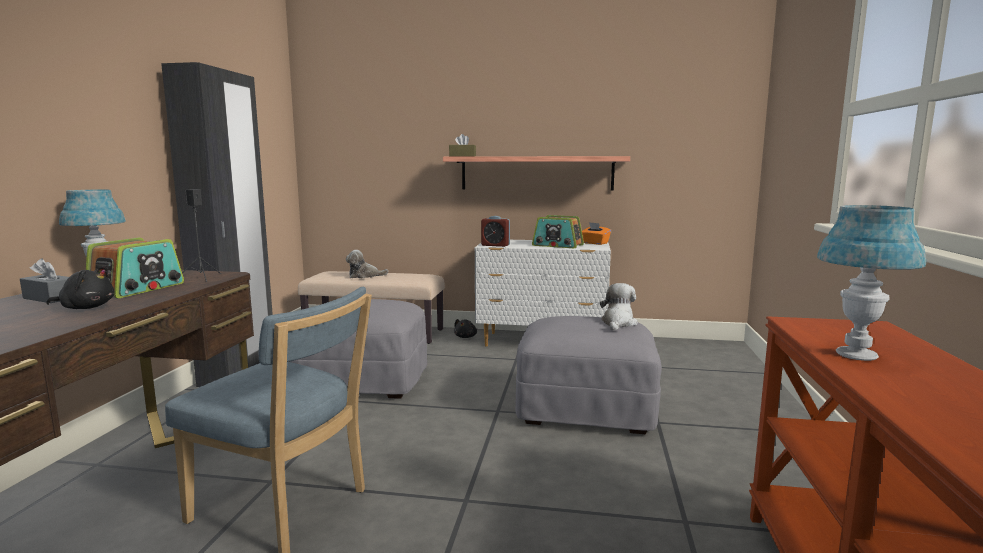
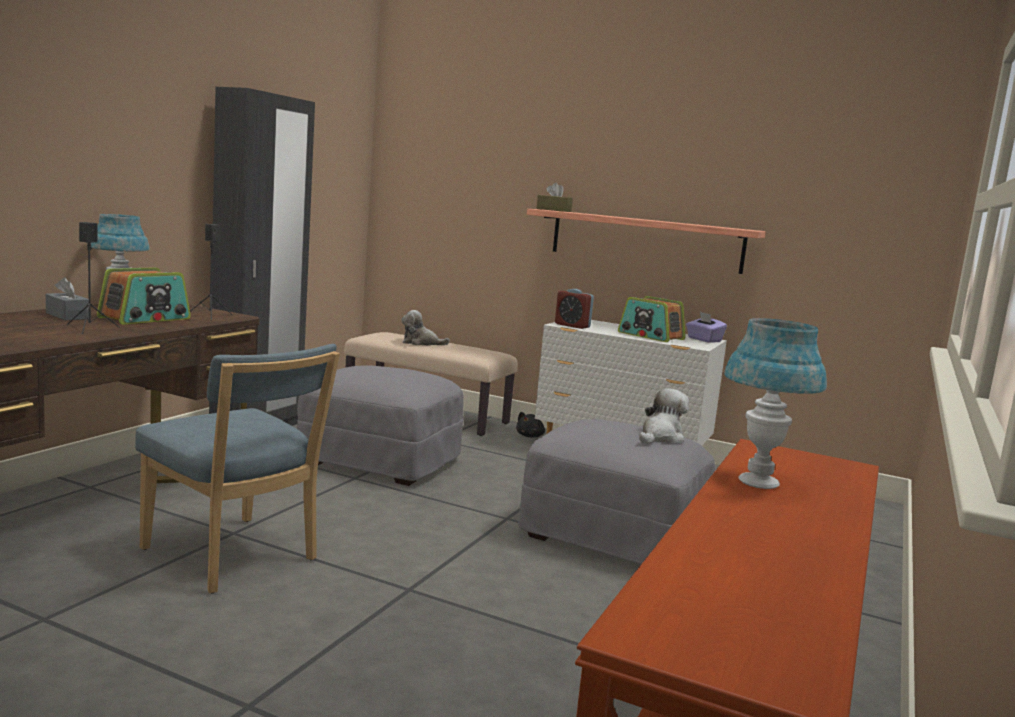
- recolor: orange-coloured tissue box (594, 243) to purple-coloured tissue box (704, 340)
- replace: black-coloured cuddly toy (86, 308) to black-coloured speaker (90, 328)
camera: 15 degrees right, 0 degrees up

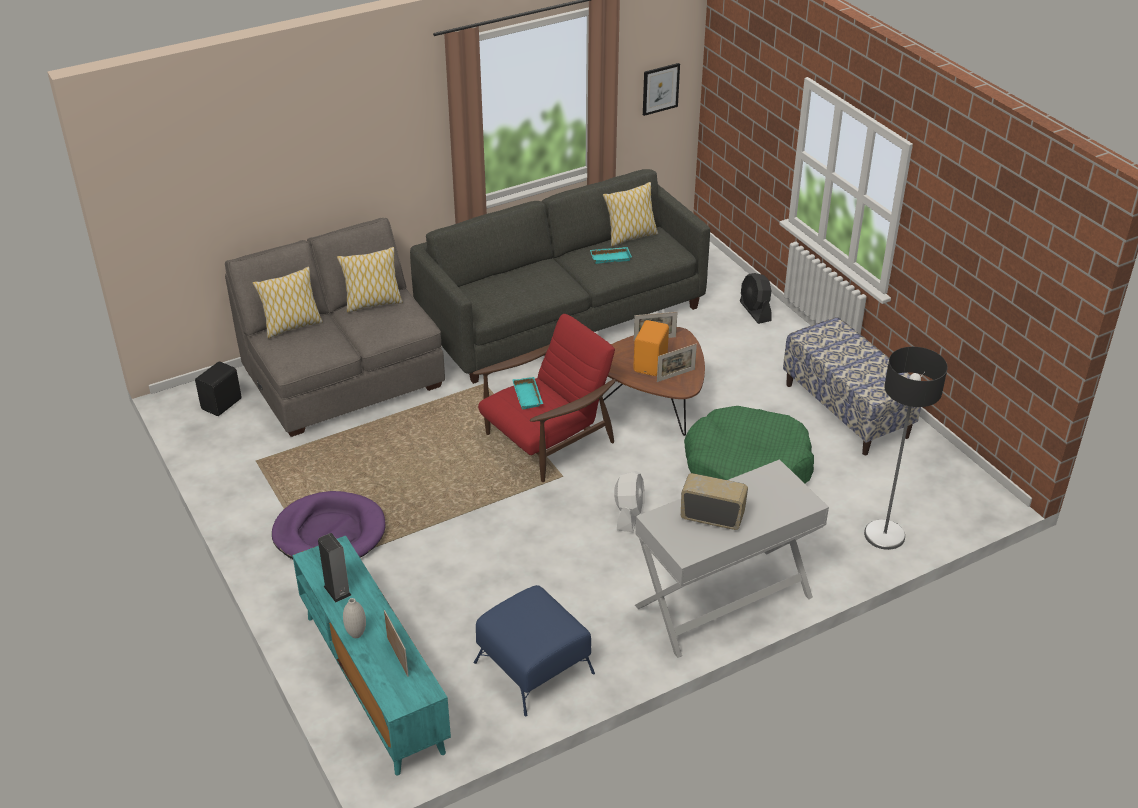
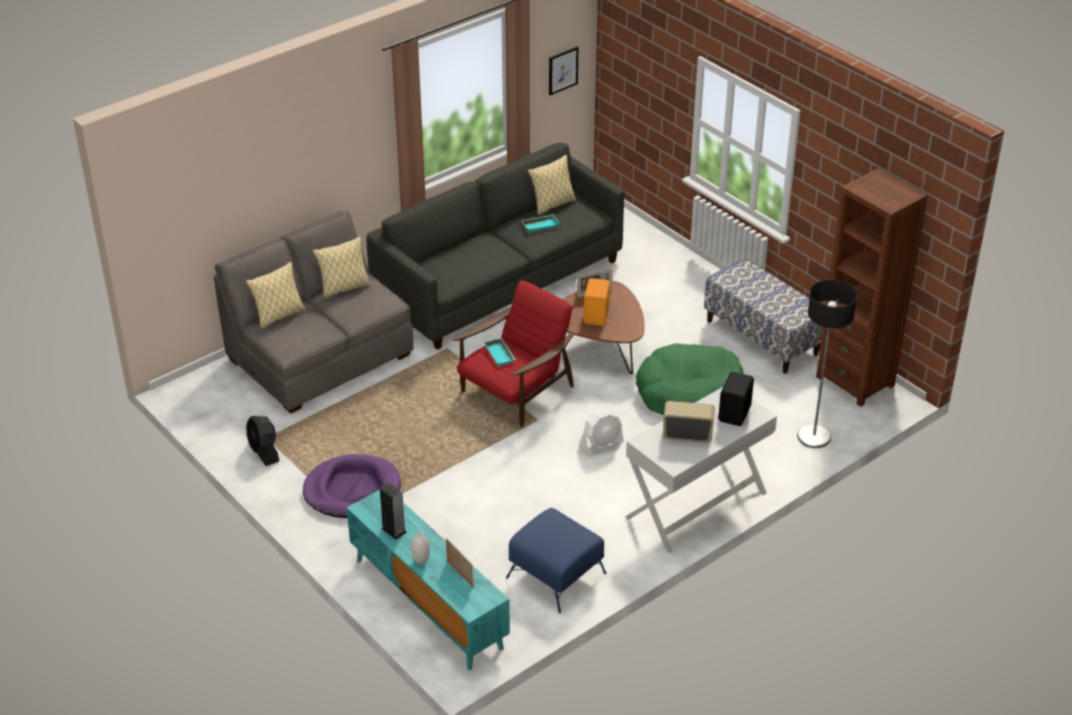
- move: black-coloured fan (755, 311) to (264, 452)
- delete: standing frame (675, 375)
- move: black-coloured speaker (223, 404) to (735, 414)
- rotate: whitish fan (628, 514) = (601, 445) 60 degrees clockwise
- insert: brown-coloured shelving unit (855, 381)
camera: 10 degrees left, 0 degrees up

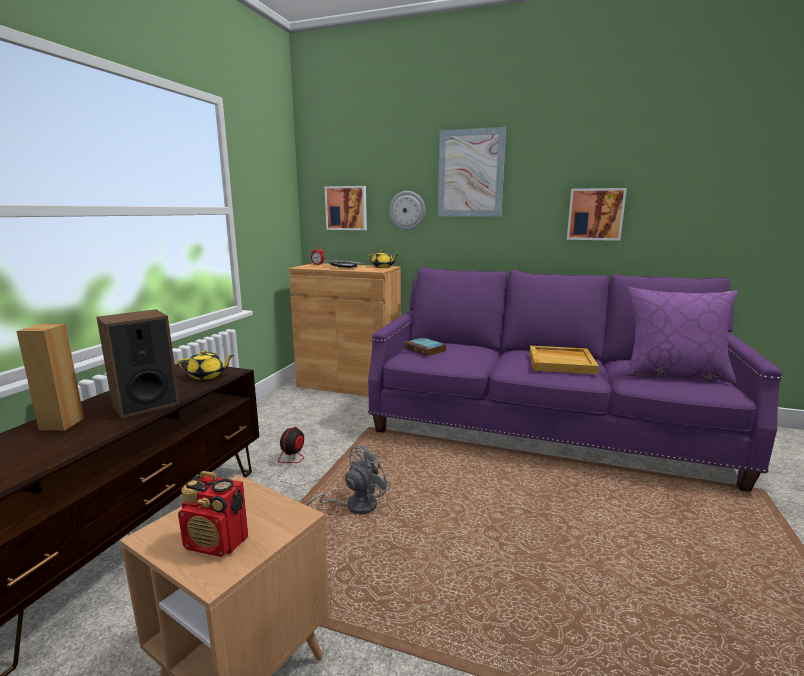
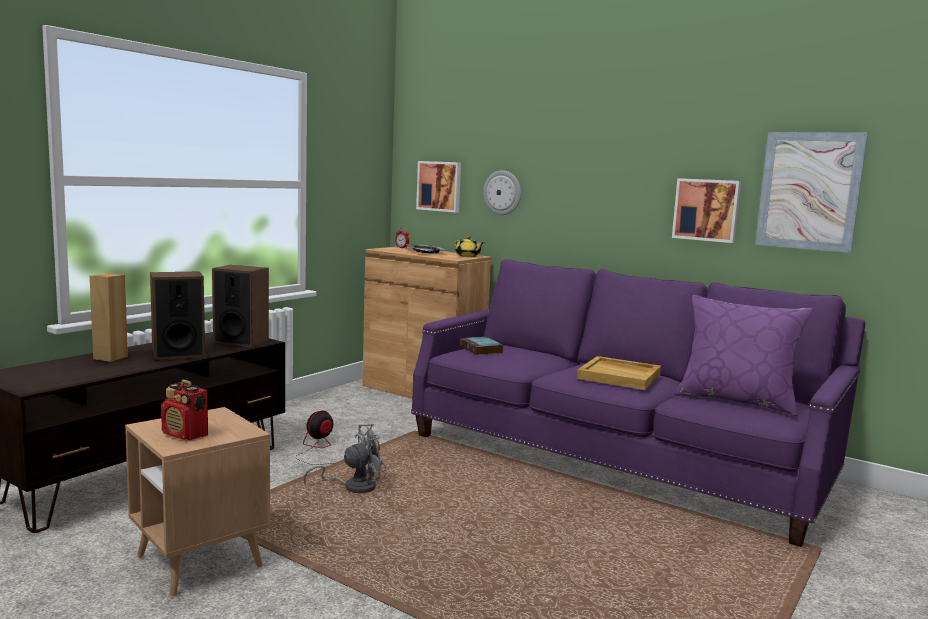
- move: wall picture (470, 173) to (809, 191)
- replace: yellow-coloured teapot (207, 376) to speaker (241, 341)
camera: 15 degrees right, 5 degrees down

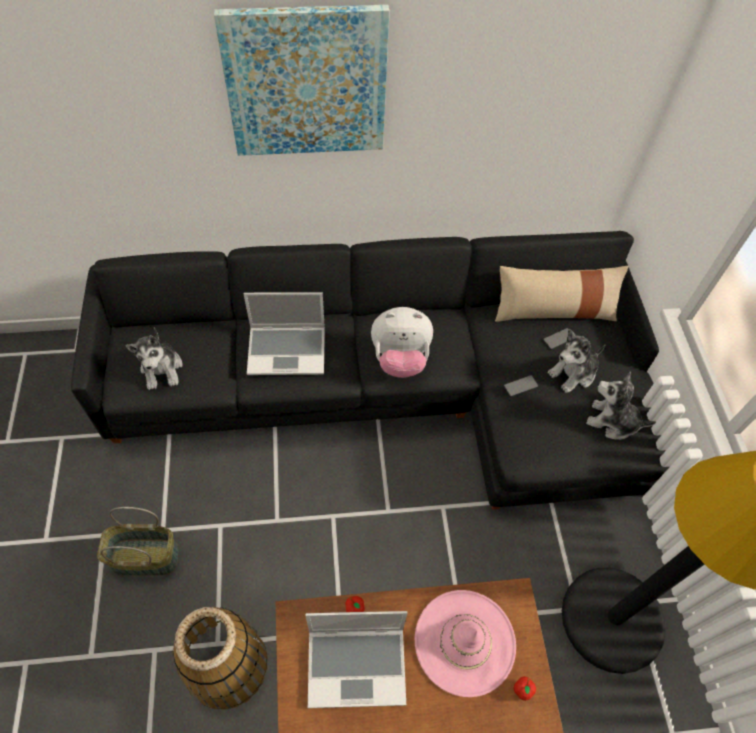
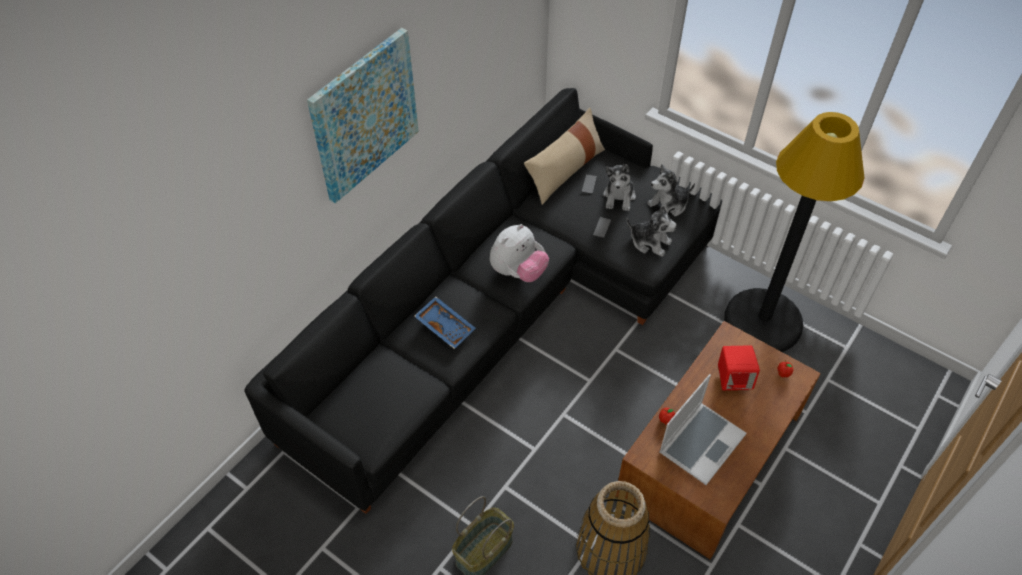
- replace: portable computer (288, 350) to bluish serving tray (446, 326)
- move: cuddly toy (162, 368) to (650, 242)
- replace: pink-coloured wearable hat (464, 641) to red-coloured speaker (733, 379)
camera: 45 degrees left, 5 degrees down

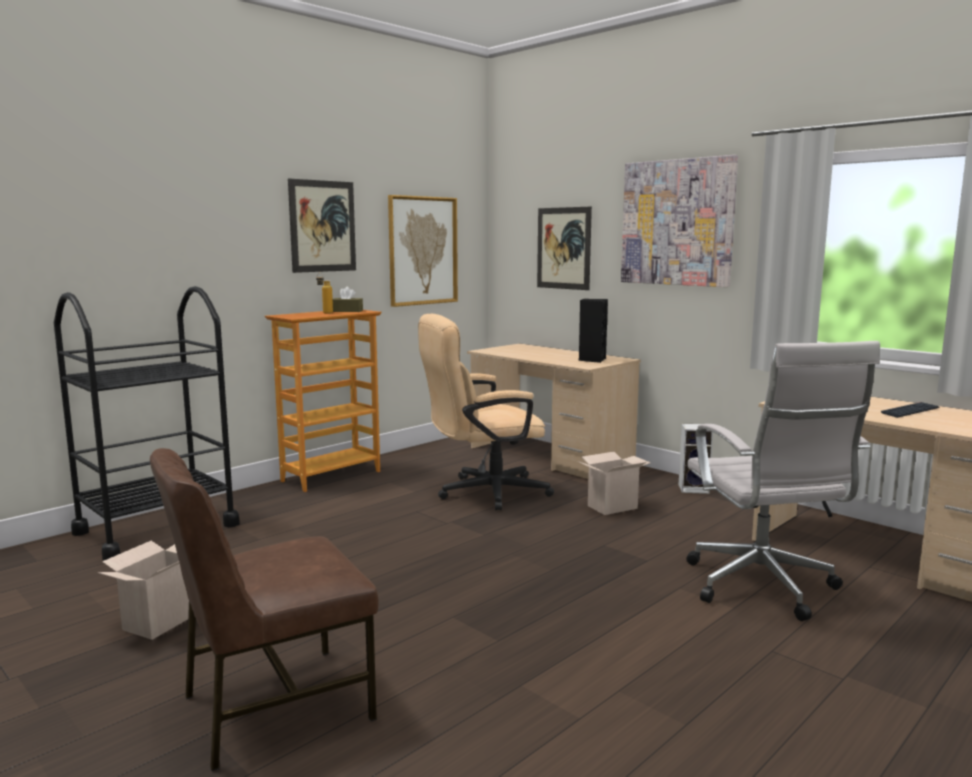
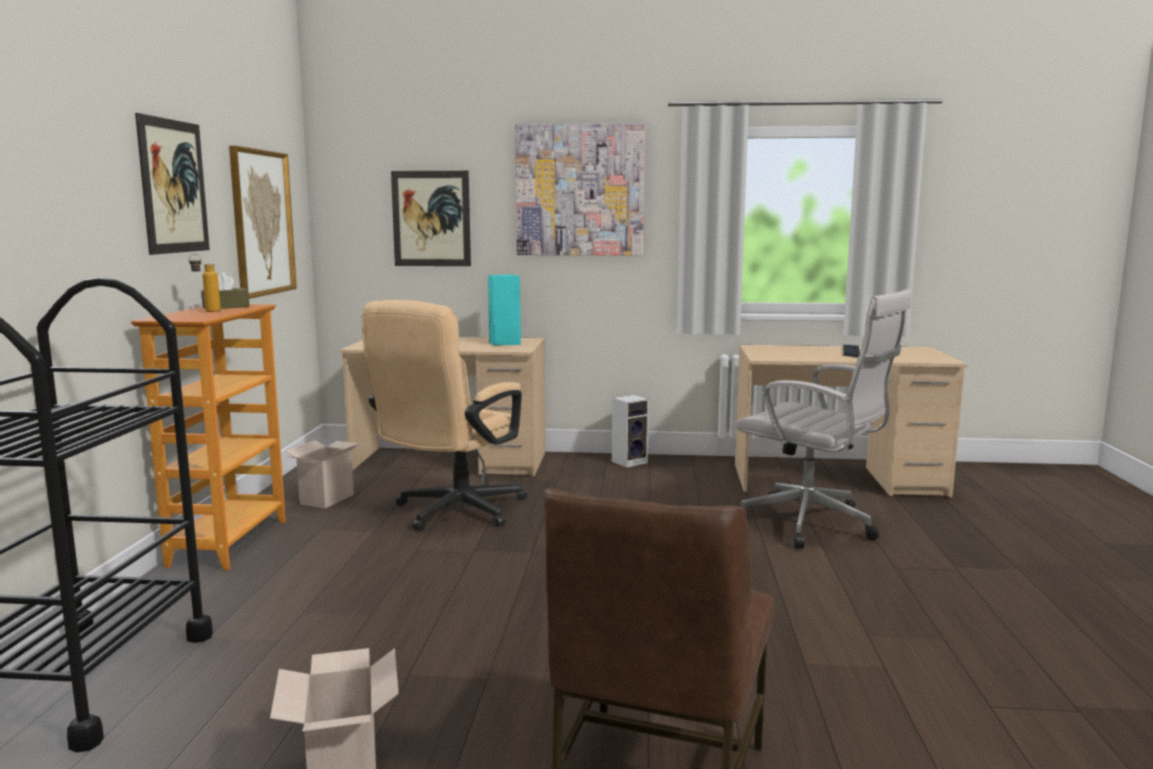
- recolor: black-coloured speaker (592, 360) to turquoise-coloured speaker (504, 343)
- move: packing box (612, 506) to (327, 498)
camera: 40 degrees left, 0 degrees up

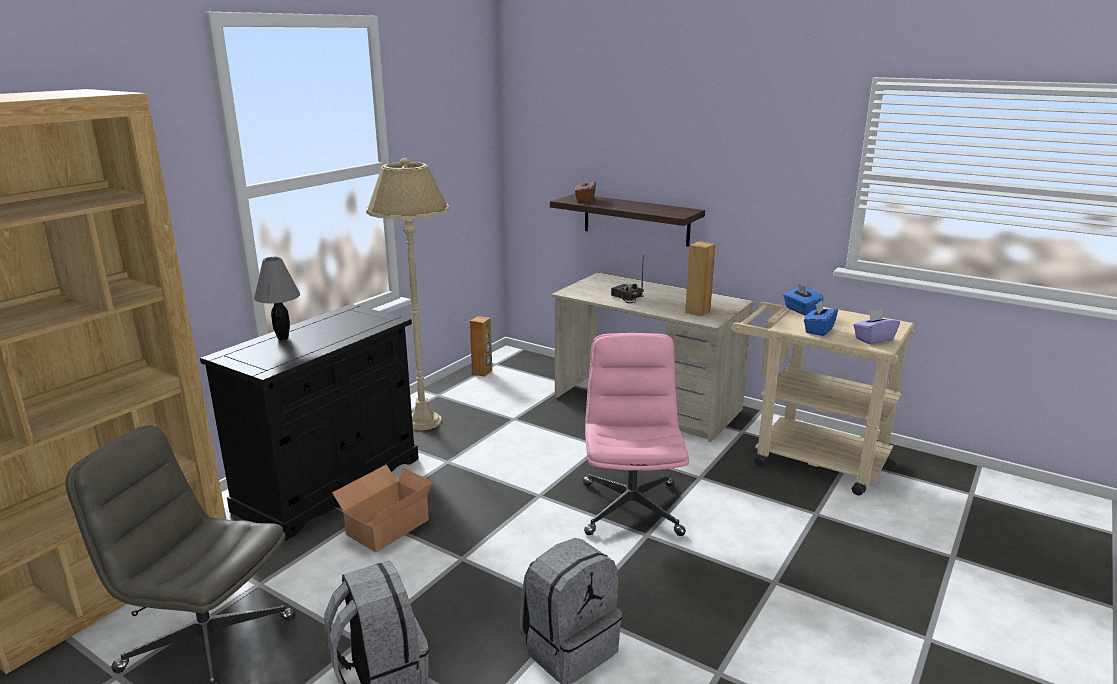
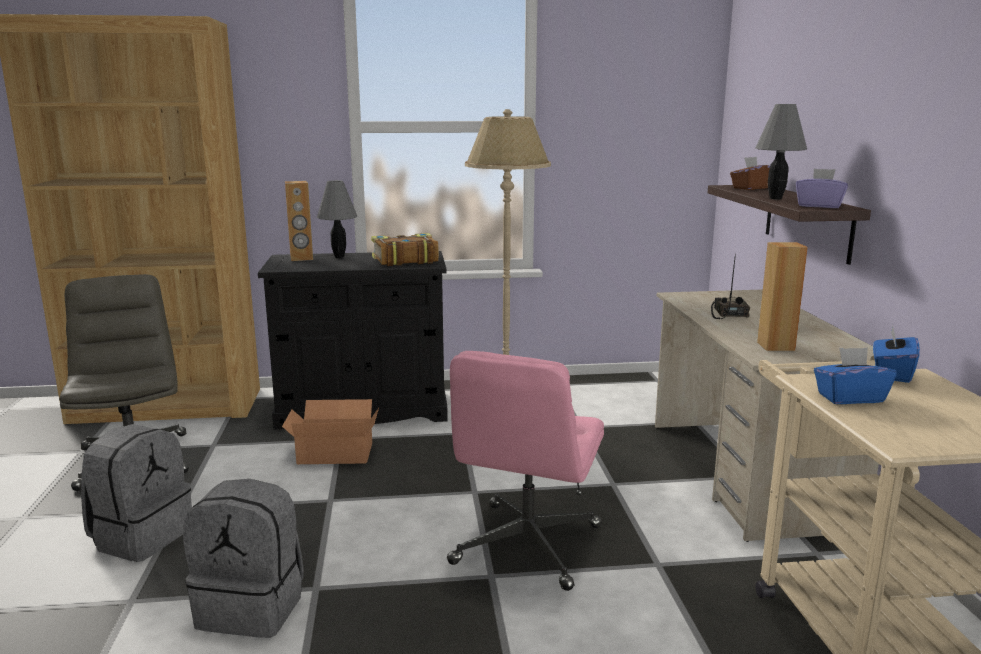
- move: purple-coloured tissue box (873, 339) to (819, 206)
- move: brown-coloured speaker (482, 372) to (301, 258)
- rotate: pink-coloured office chair (630, 507) = (527, 546) 150 degrees clockwise
- insert: grey tabletop lamp (776, 198)
- insert: bound book (404, 260)
camera: 50 degrees right, 5 degrees down

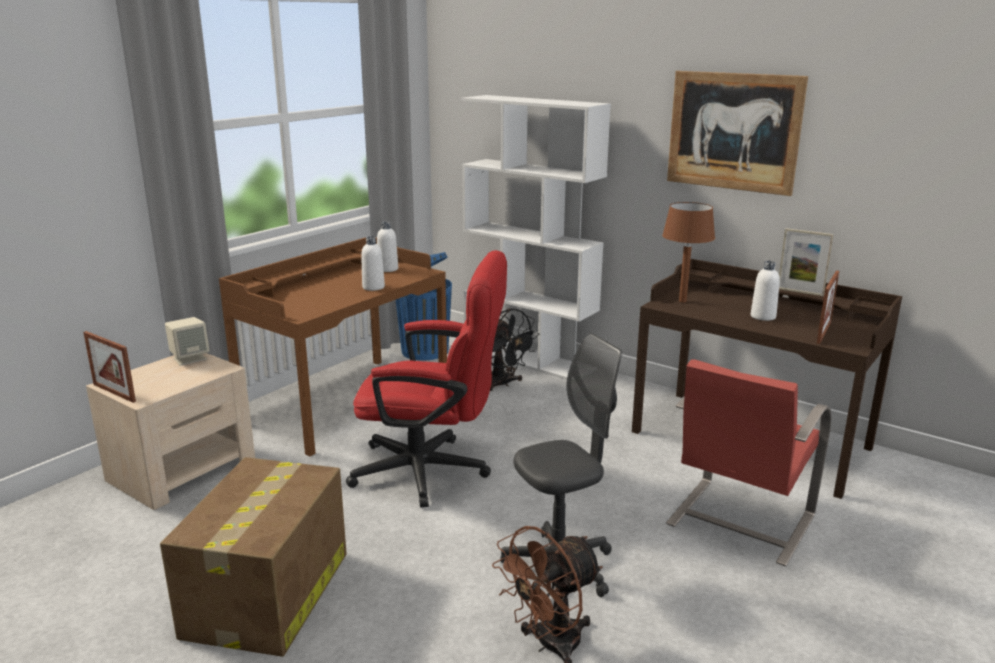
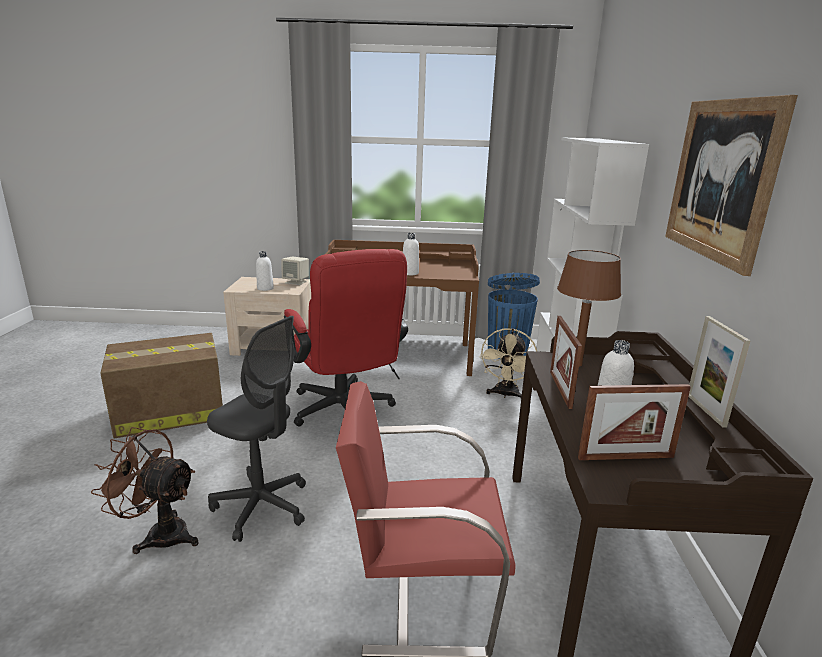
- move: whitish beverage bottle (388, 269) to (265, 288)
- recolor: black-coloured fan (503, 384) to beige fan (505, 395)
- move: standing frame (114, 393) to (560, 389)
camera: 55 degrees right, 0 degrees up

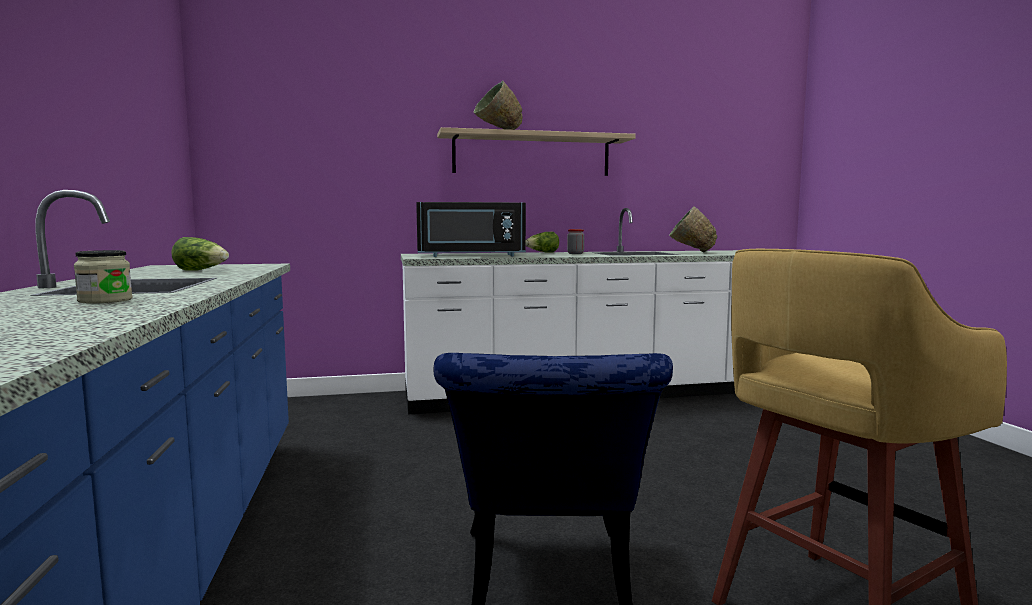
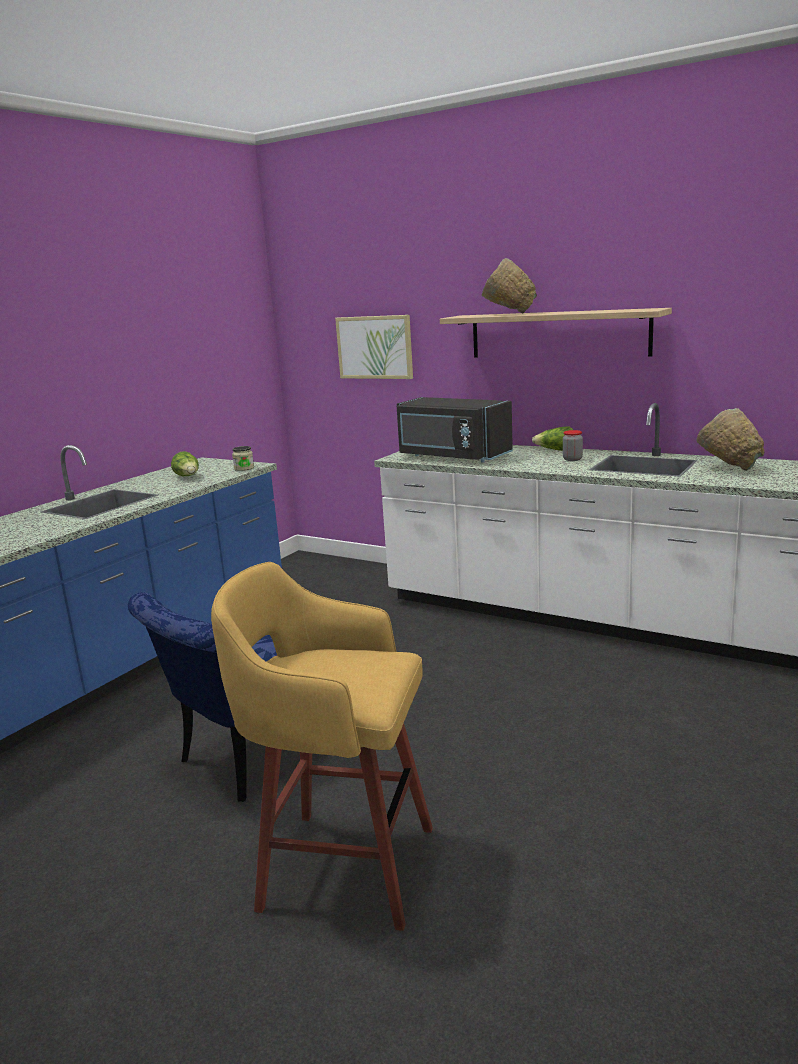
- move: preserve jar (105, 300) to (244, 468)
- insert: wall picture (375, 347)
camera: 45 degrees right, 10 degrees up

